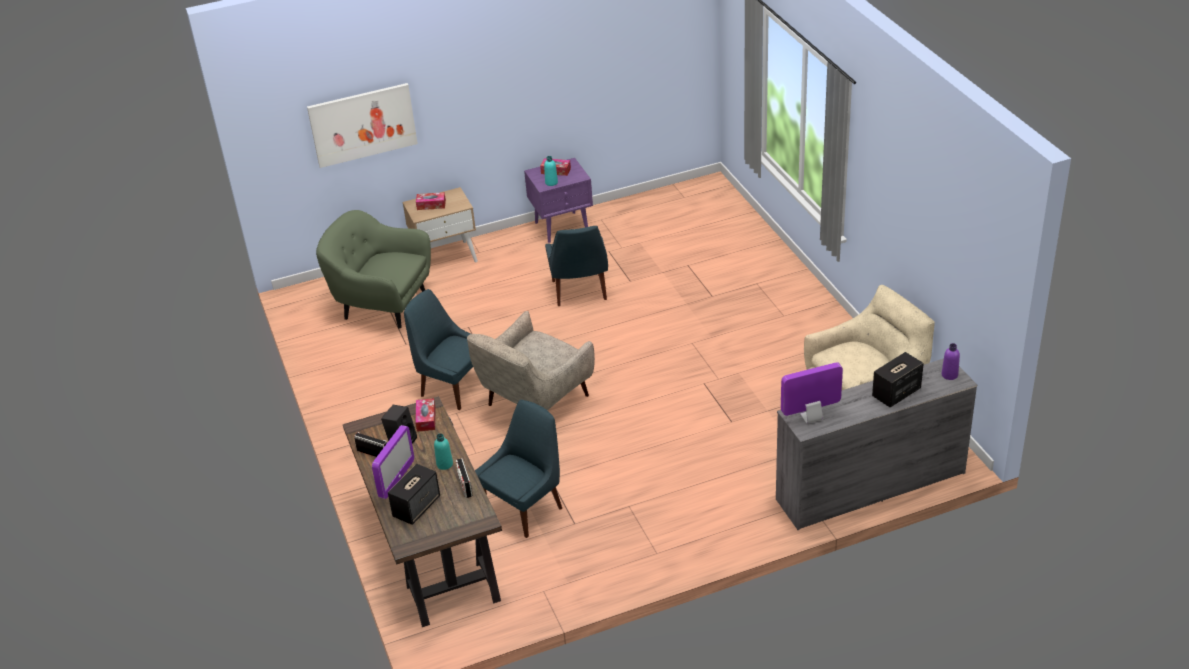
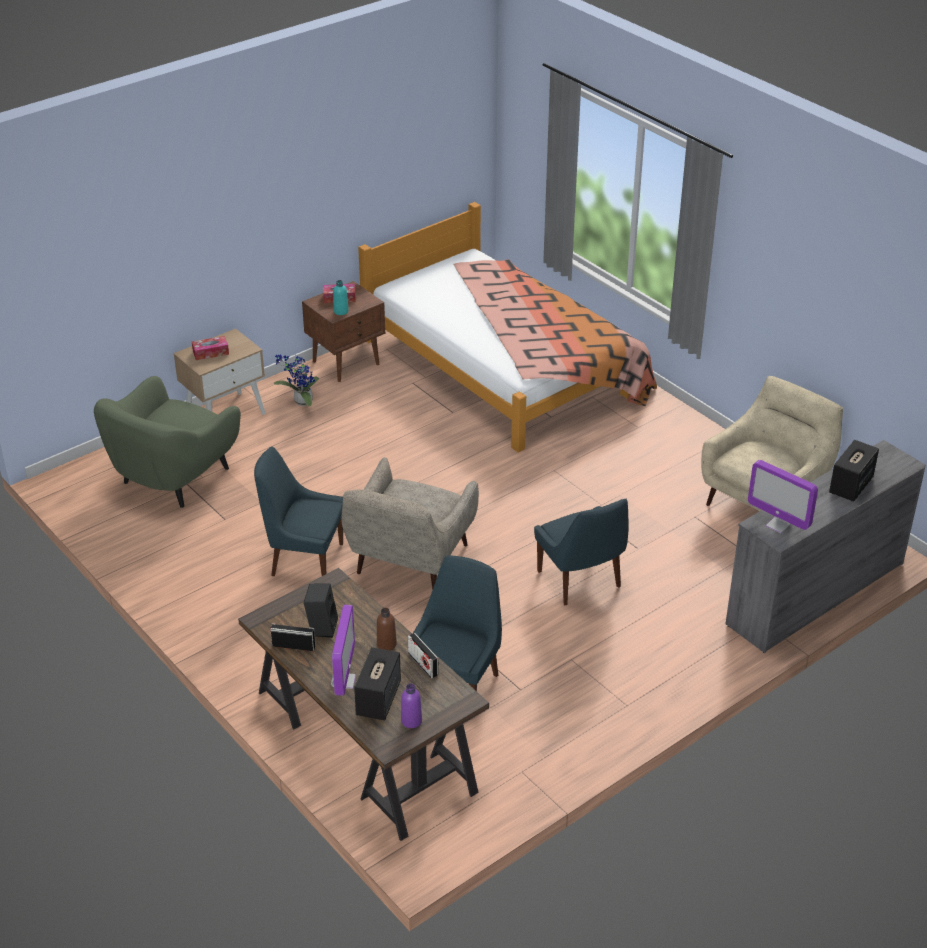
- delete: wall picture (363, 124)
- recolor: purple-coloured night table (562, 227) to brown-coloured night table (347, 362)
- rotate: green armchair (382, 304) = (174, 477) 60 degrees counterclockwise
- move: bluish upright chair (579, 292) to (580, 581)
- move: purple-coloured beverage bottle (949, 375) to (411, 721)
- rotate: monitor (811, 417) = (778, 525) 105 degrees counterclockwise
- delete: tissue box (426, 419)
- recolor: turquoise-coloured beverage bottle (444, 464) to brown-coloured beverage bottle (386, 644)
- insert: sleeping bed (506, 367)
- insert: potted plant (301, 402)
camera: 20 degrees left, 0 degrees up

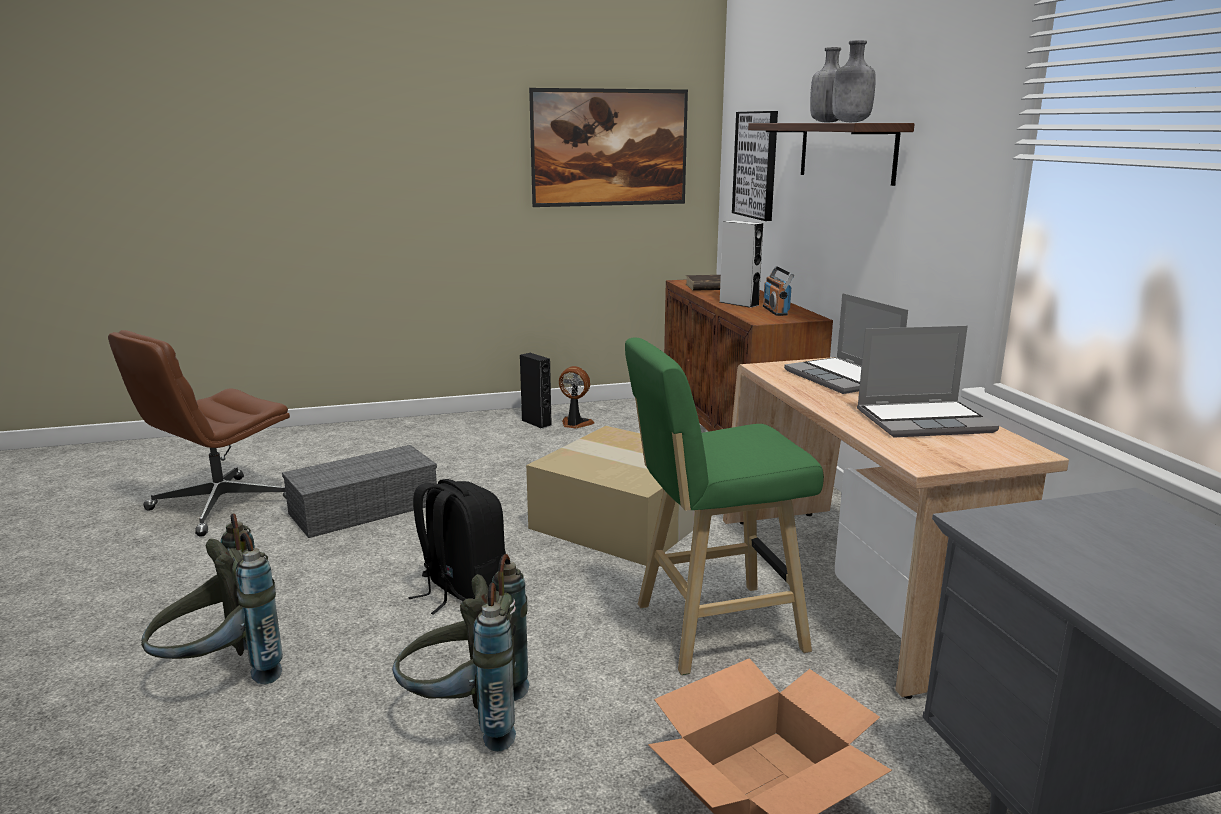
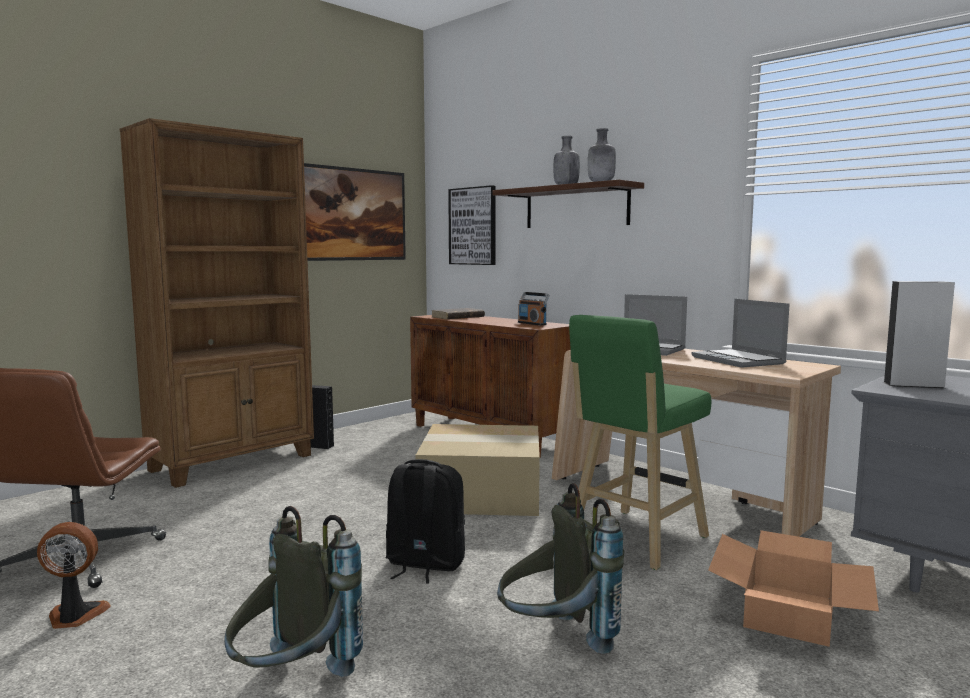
- move: grey speaker (739, 303) to (913, 385)
- rotate: portable computer (925, 421) = (739, 360) 105 degrees clockwise
- move: fan (575, 424) to (75, 617)
- delete: grey storage box (365, 508)
- insert: brown-coloured shelving unit (234, 463)
camera: 30 degrees left, 10 degrees down

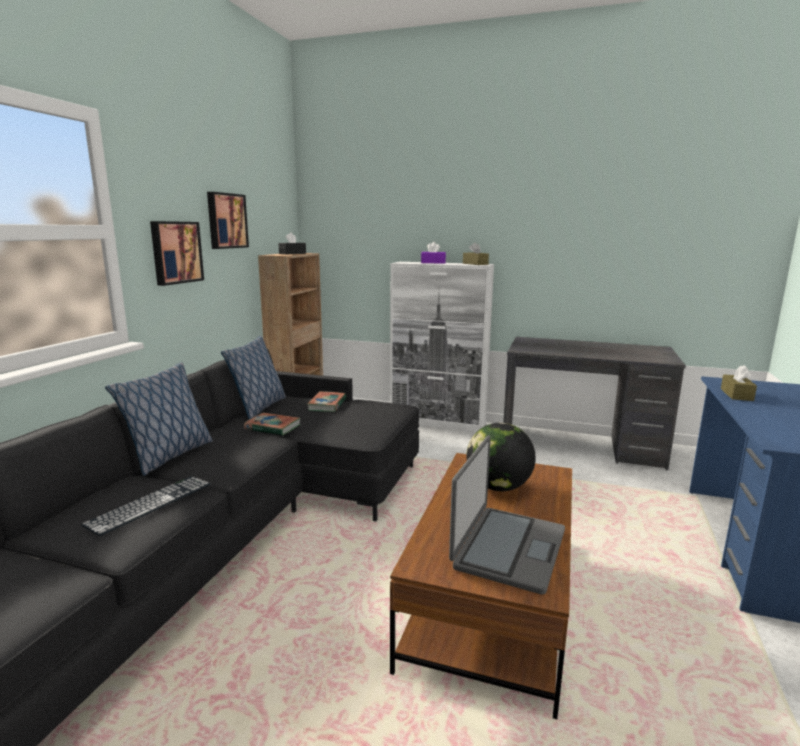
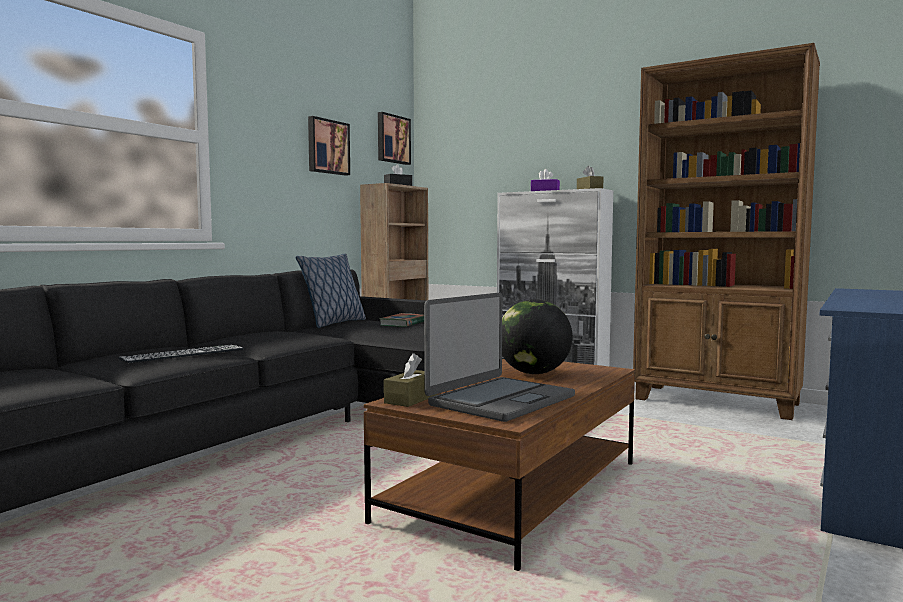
- move: wall picture (175, 252) to (392, 139)
- replace: grey desk unit (581, 445) to brown-coloured shelving unit (717, 402)
- delete: throw pillow (169, 456)
- move: brown-coloured tissue box (736, 394) to (411, 399)
- delete: bound book (272, 427)
camera: 15 degrees right, 10 degrees down

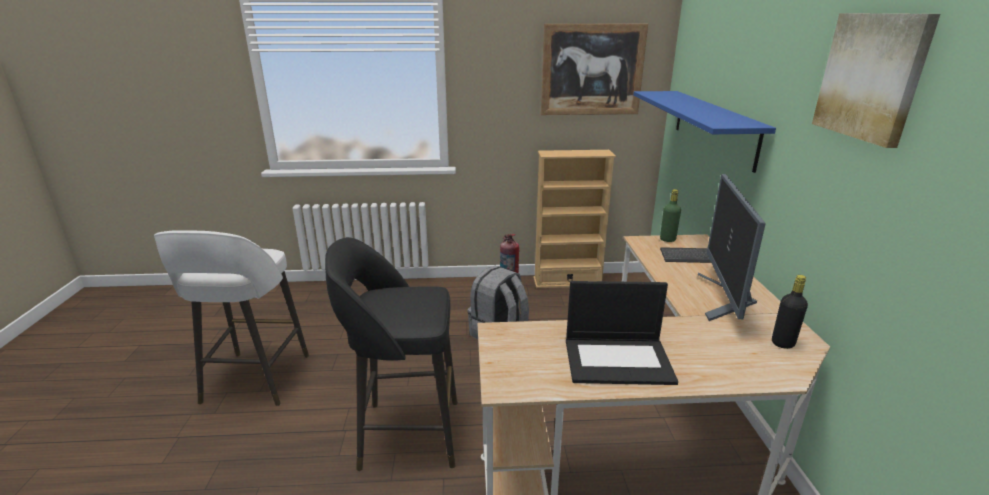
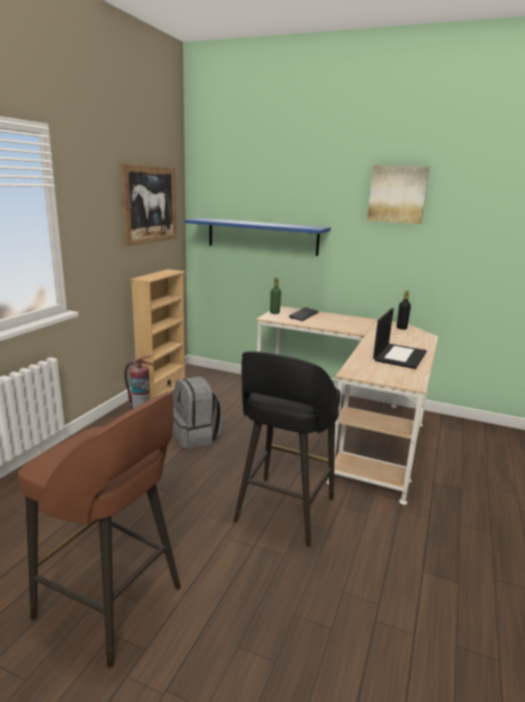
- delete: monitor (724, 300)
- recolor: whitish sitting stool (255, 380) to brown-coloured sitting stool (112, 604)
camera: 65 degrees left, 5 degrees down

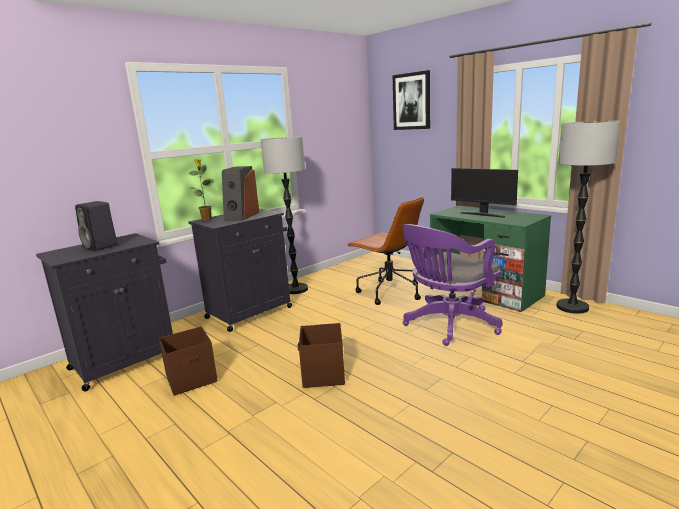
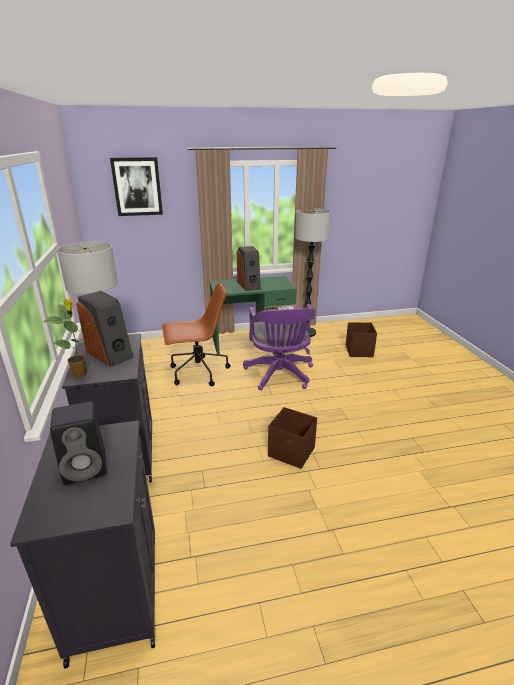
- replace: monitor (482, 214) to speaker (249, 285)
- move: brown-coloured storage box (192, 379) to (359, 351)
camera: 60 degrees left, 10 degrees up

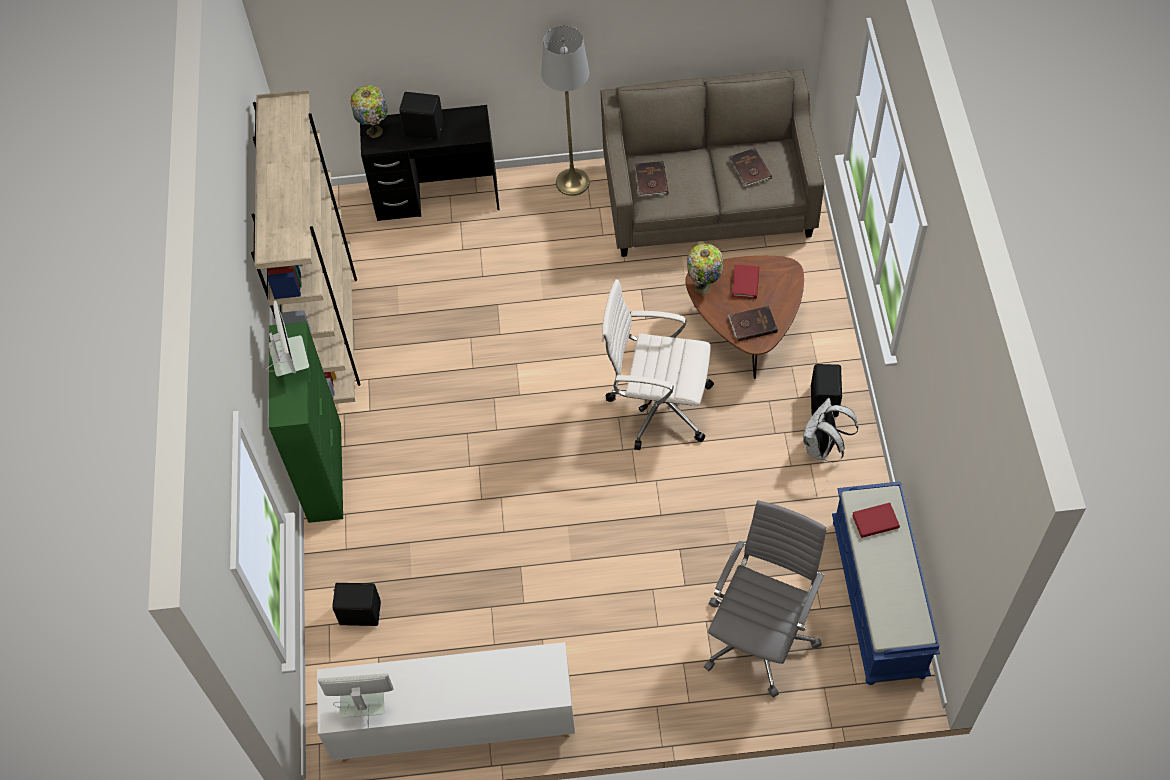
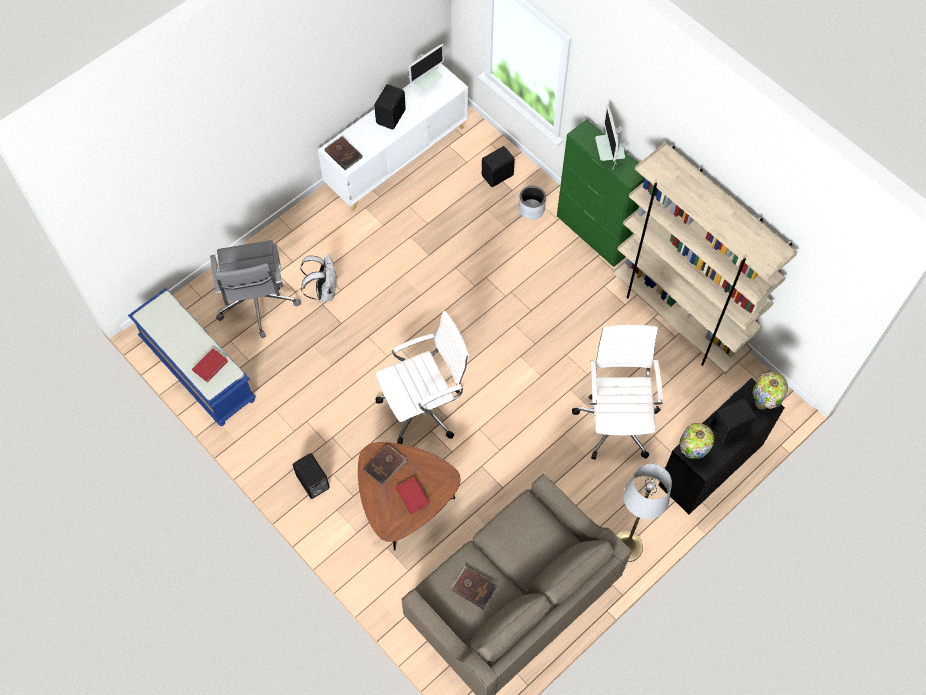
- move: brown-coloured bound book (650, 181) to (343, 153)
- move: tabletop lamp (703, 287) to (690, 453)
- rotate: monitor (291, 367) = (609, 157) 45 degrees clockwise
- move: whitish backpack (822, 448) to (324, 291)
- insert: black-coloured speaker (392, 117)
- insert: grey flower pot (531, 209)
- insert: whitish office chair (616, 420)
camera: 140 degrees right, 5 degrees up

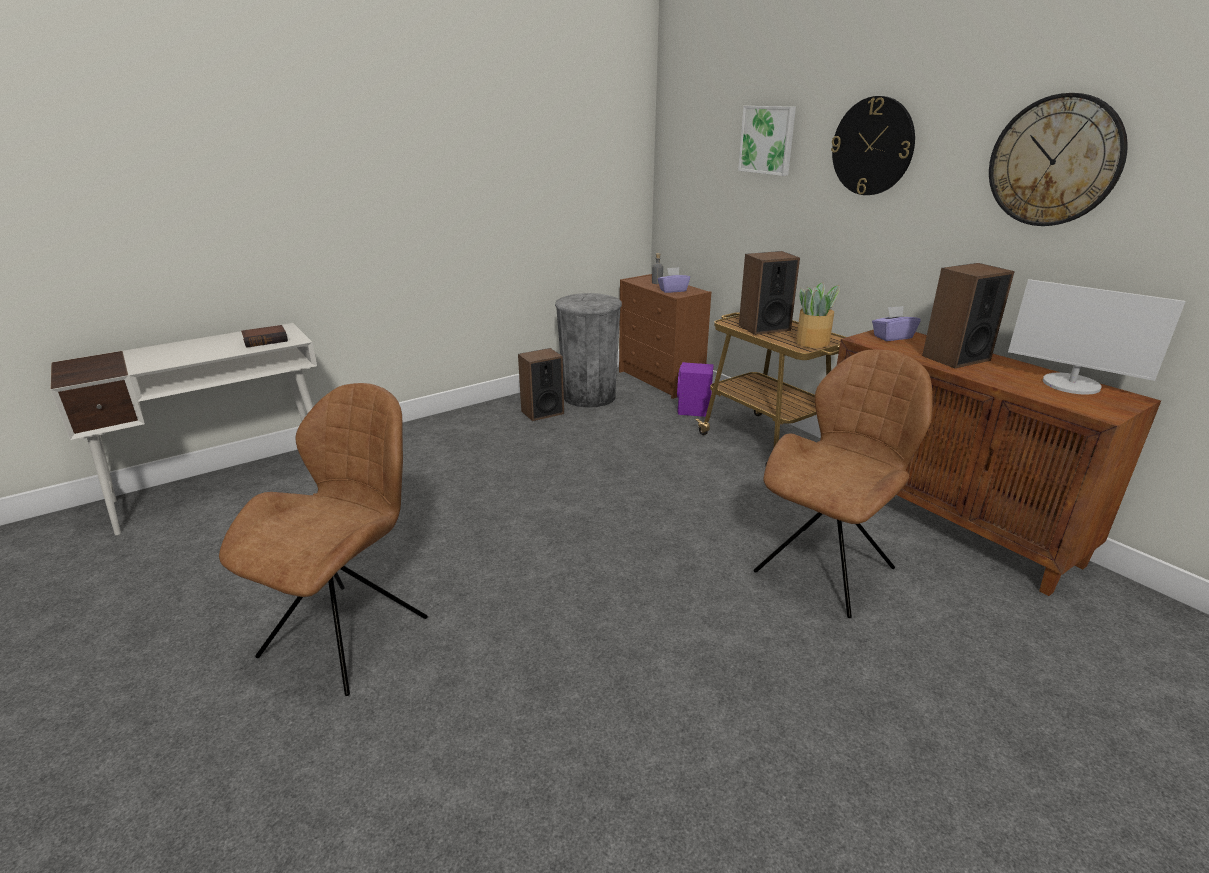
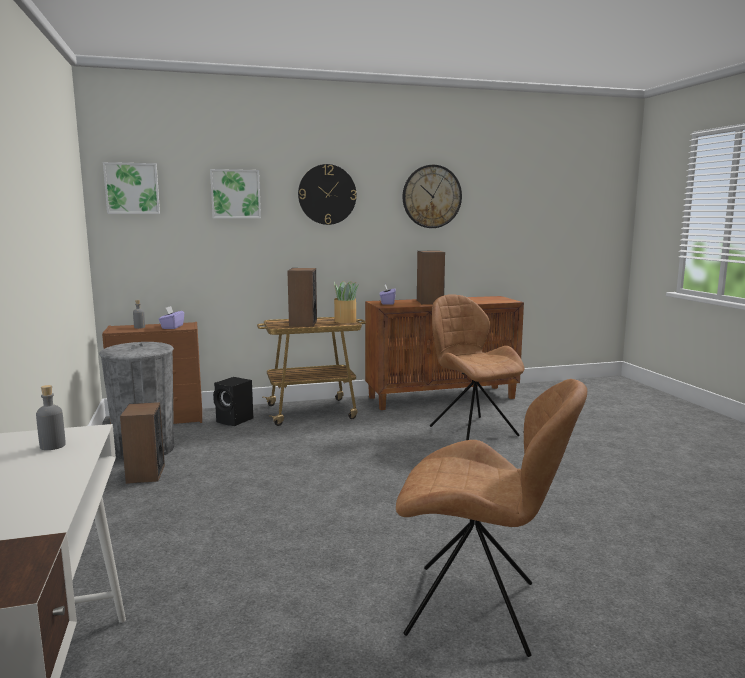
- delete: monitor (1071, 384)
- replace: bound book (266, 340) to grey beverage bottle (52, 446)
- recolor: purple-coloured speaker (693, 411) to black-coloured speaker (235, 420)
- rotate: brown-coloured upright chair (350, 633) = (478, 609) 150 degrees clockwise
- insert: wall picture (132, 188)
camera: 70 degrees left, 15 degrees down

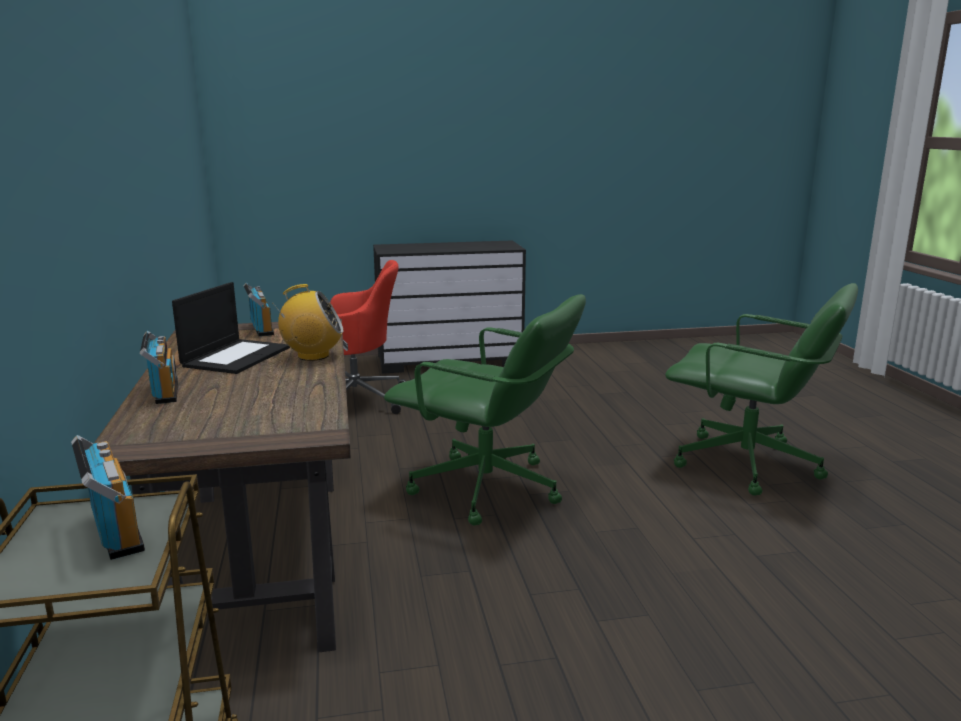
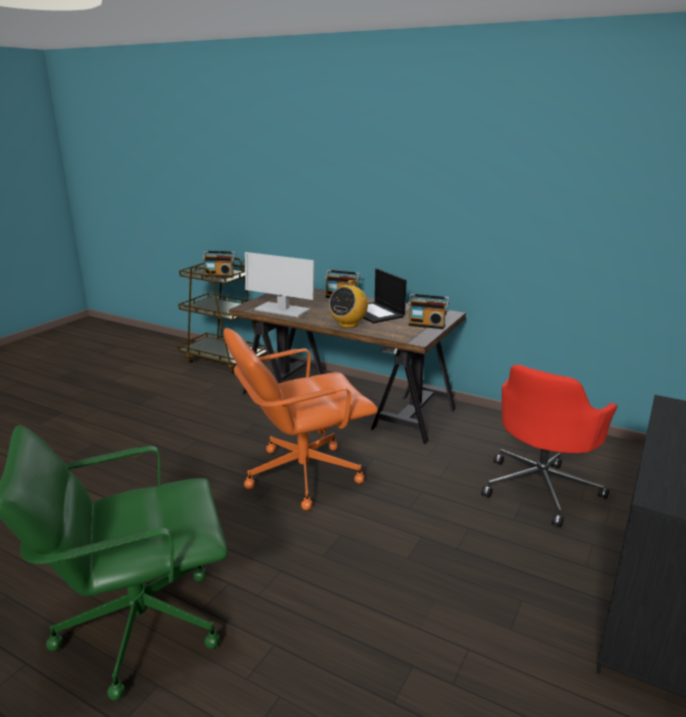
- recolor: green office chair (487, 489) to orange-coloured office chair (301, 474)
- insert: monitor (281, 310)
camera: 130 degrees right, 5 degrees up

